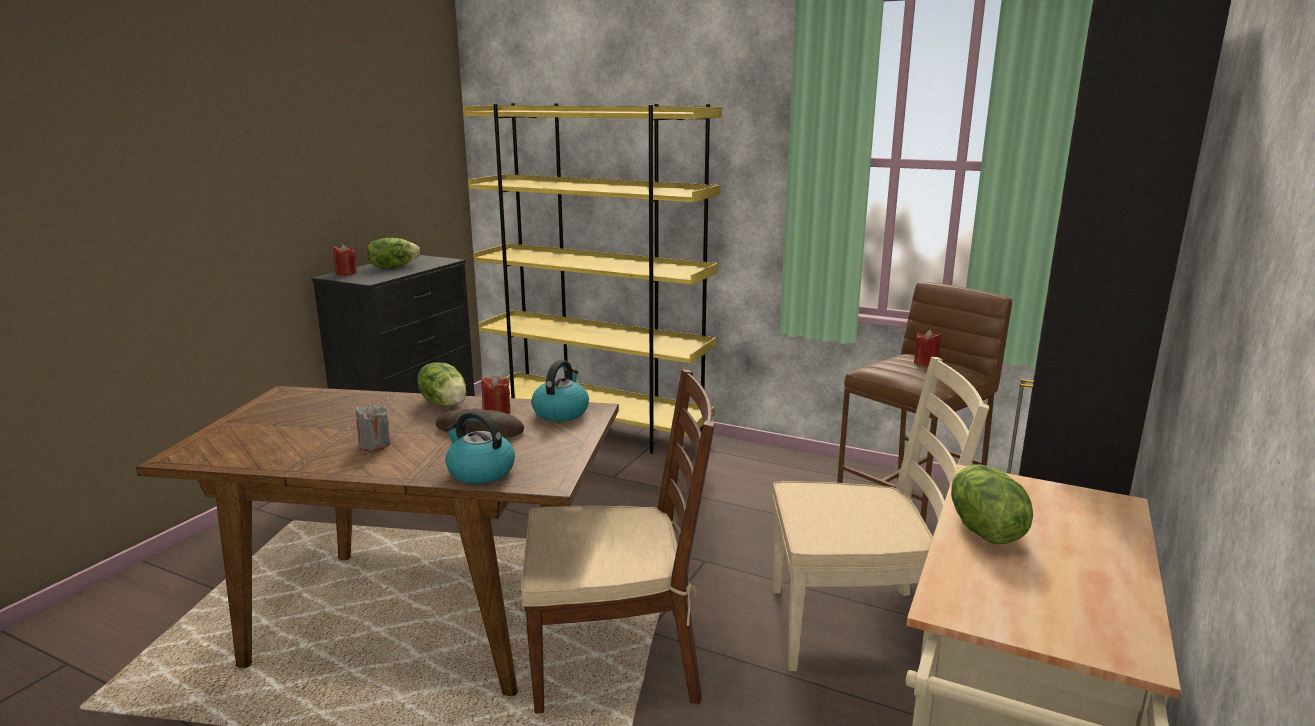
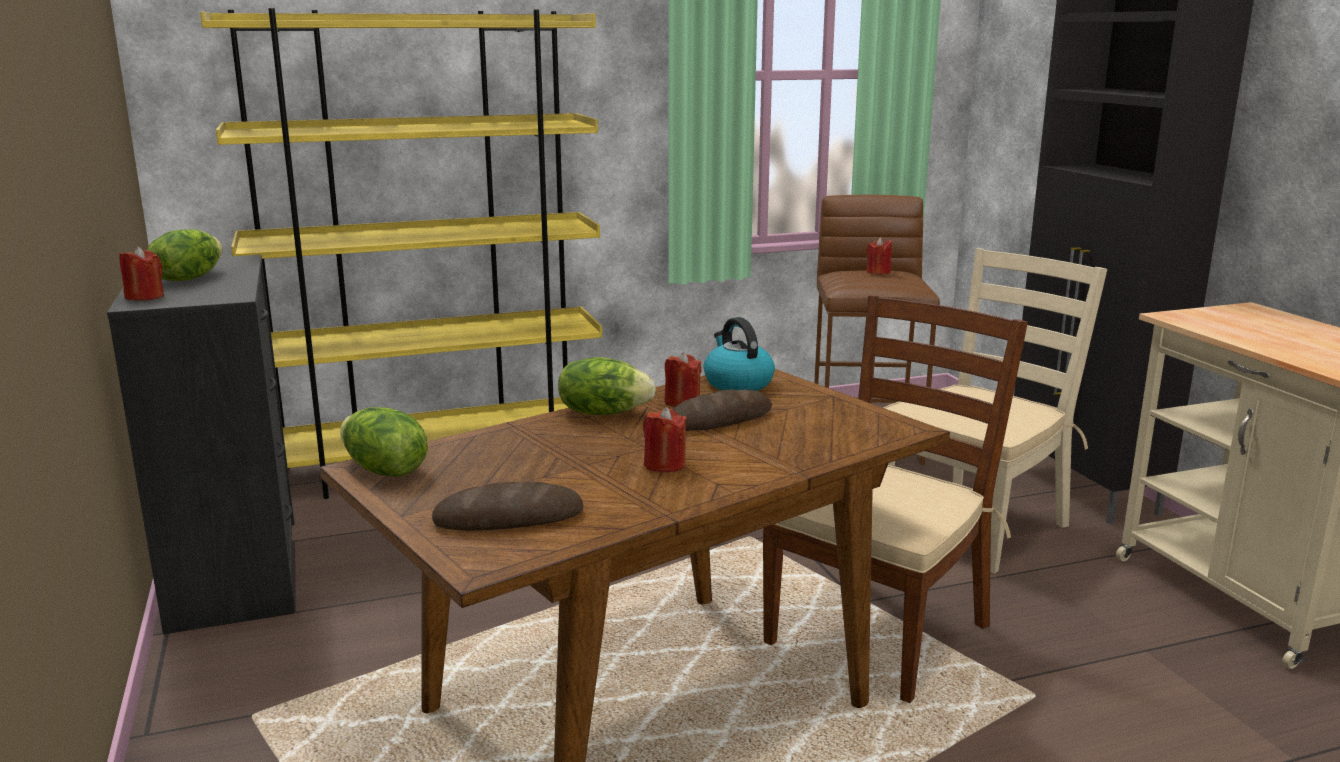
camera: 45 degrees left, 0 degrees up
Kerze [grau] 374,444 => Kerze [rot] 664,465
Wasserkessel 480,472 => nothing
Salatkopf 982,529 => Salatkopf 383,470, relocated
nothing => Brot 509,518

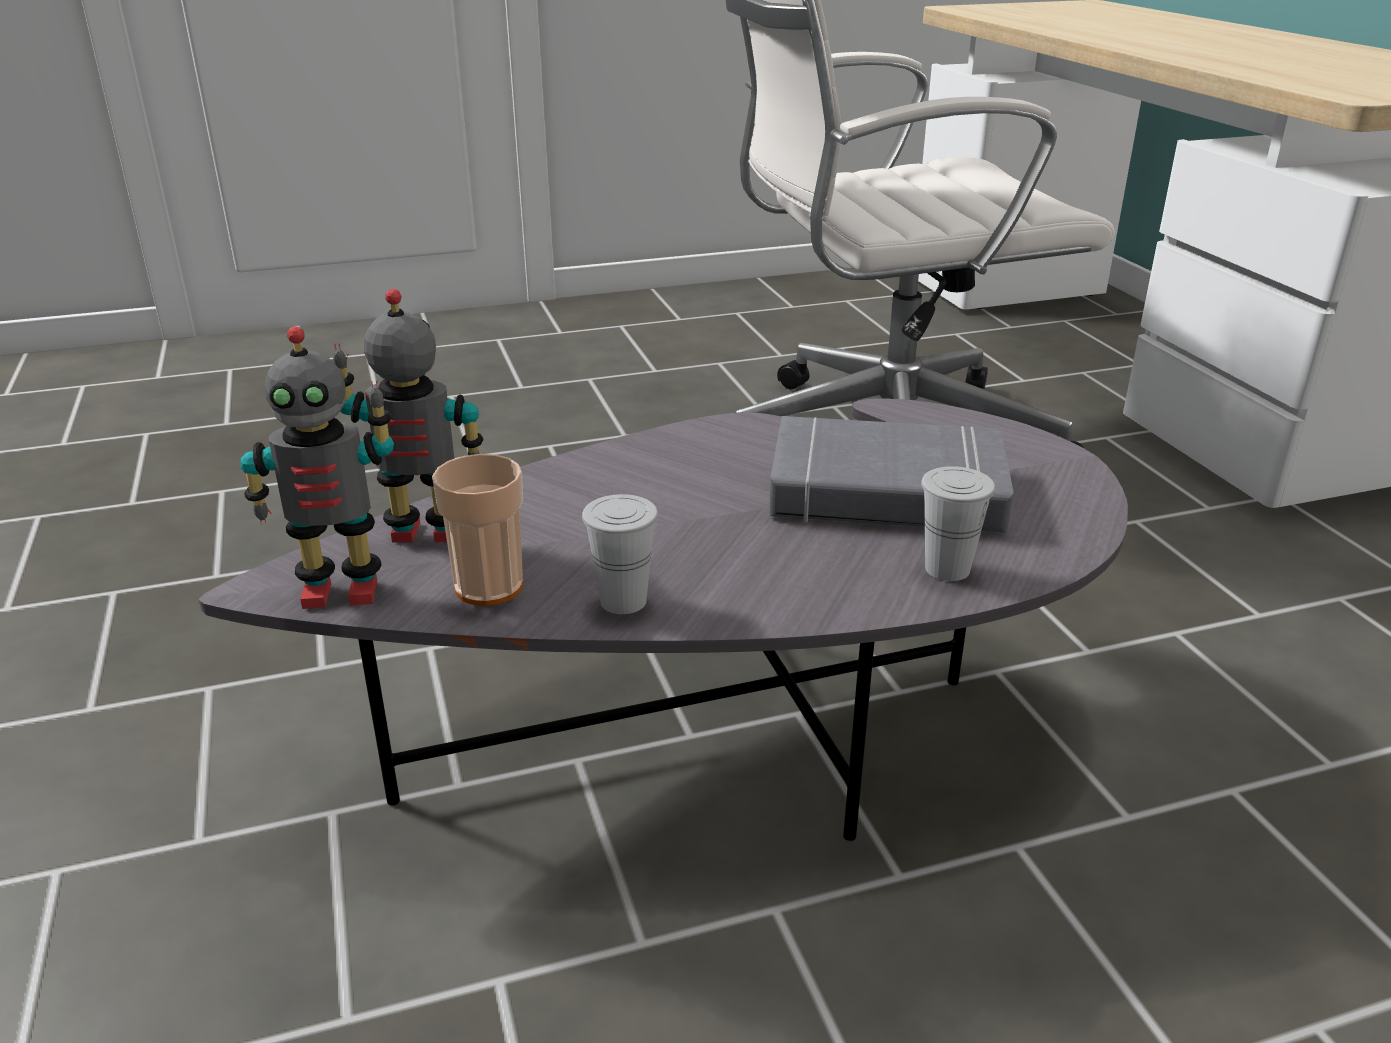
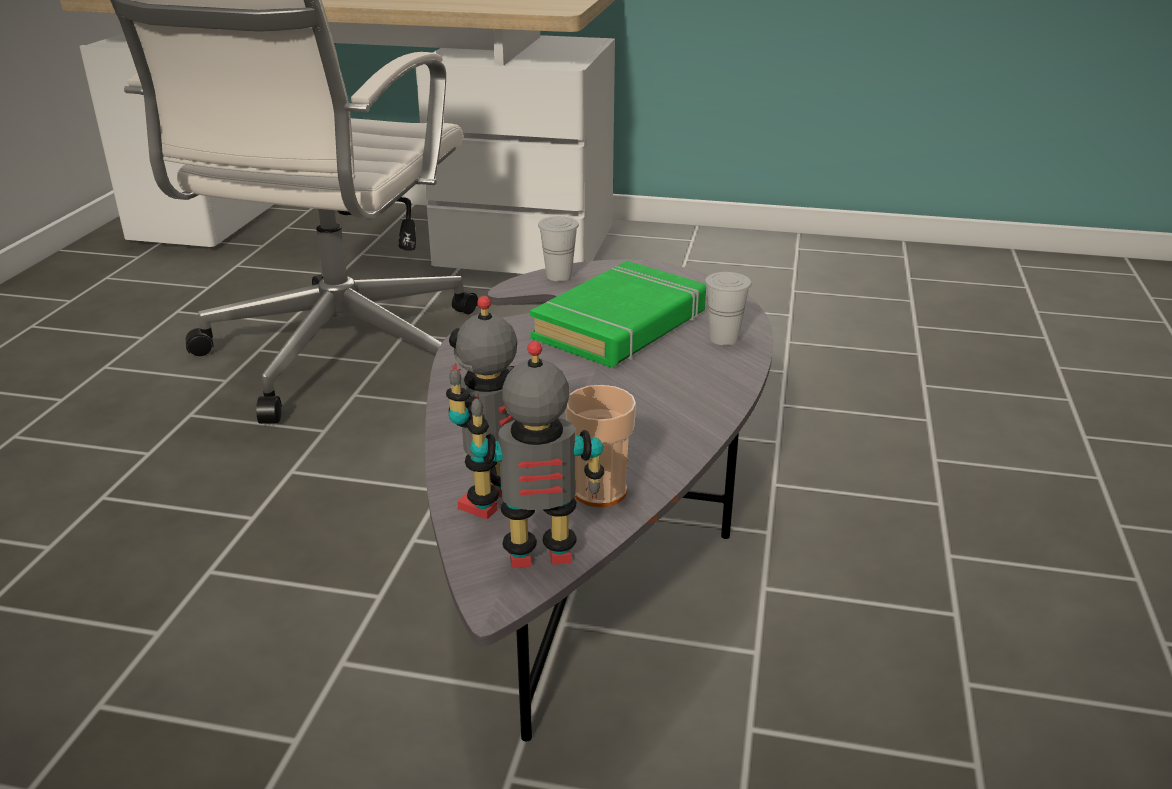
camera: 60 degrees left, 0 degrees up
Spielzeugroboter 341,590 => Spielzeugroboter 540,557, 120 degrees counterclockwise
Buch [grau] 886,492 => Buch [grün] 621,325
Tasse [weiß] 623,601 => Tasse [weiß] 559,276, relocated

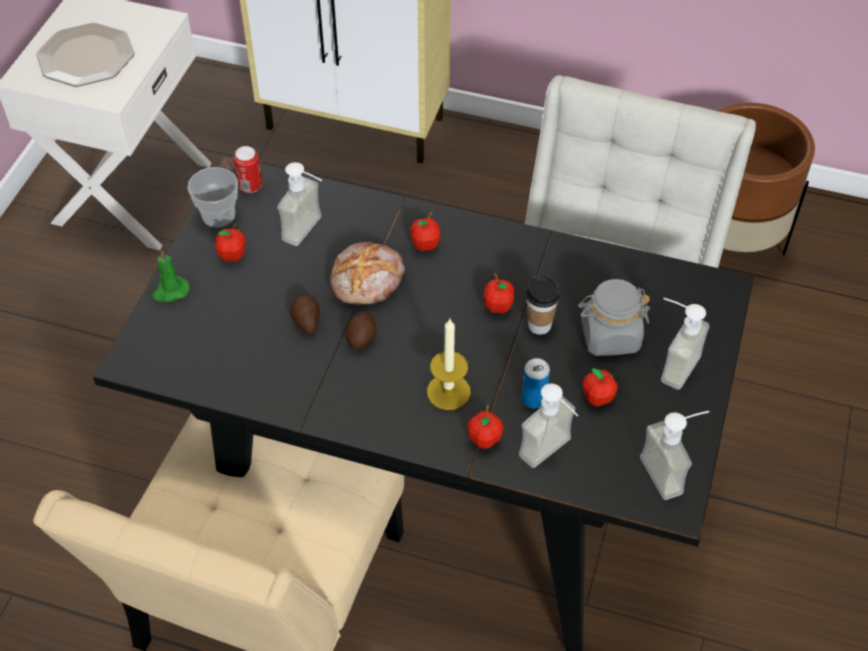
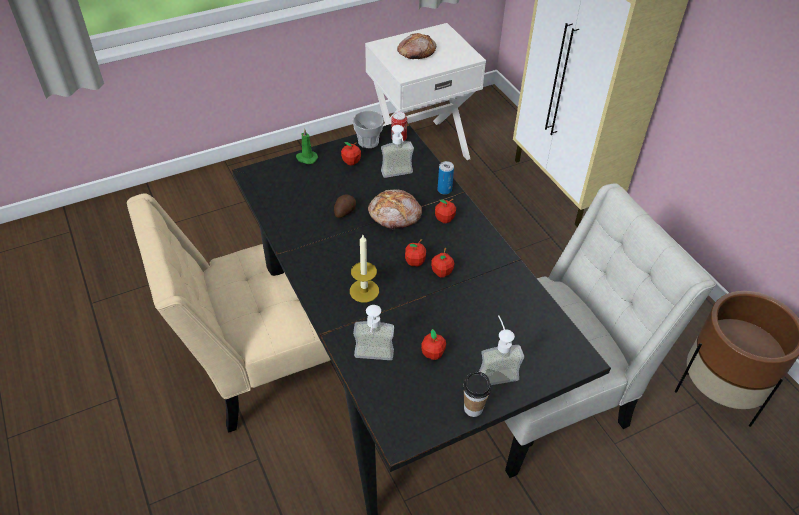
camera: 45 degrees right, 5 degrees down
Teller 85,57 => Brot 416,52
Tasse 539,325 => Tasse 473,408, relocated
Vorratsglas [grau] 609,336 => nothing
Kartoffel 362,337 => nothing
Dose 533,399 => Dose 444,190, relocated
Apfel 484,439 => Apfel 415,262, relocated
Seifenspender 671,472 => nothing

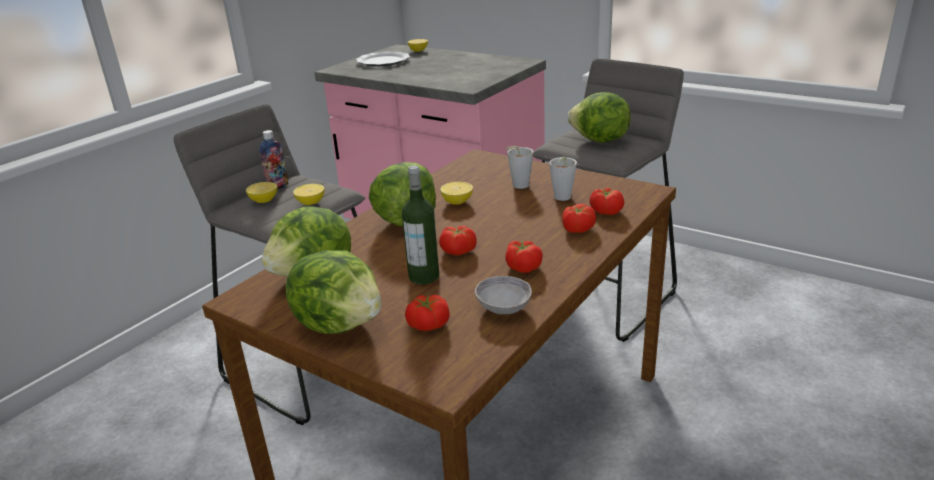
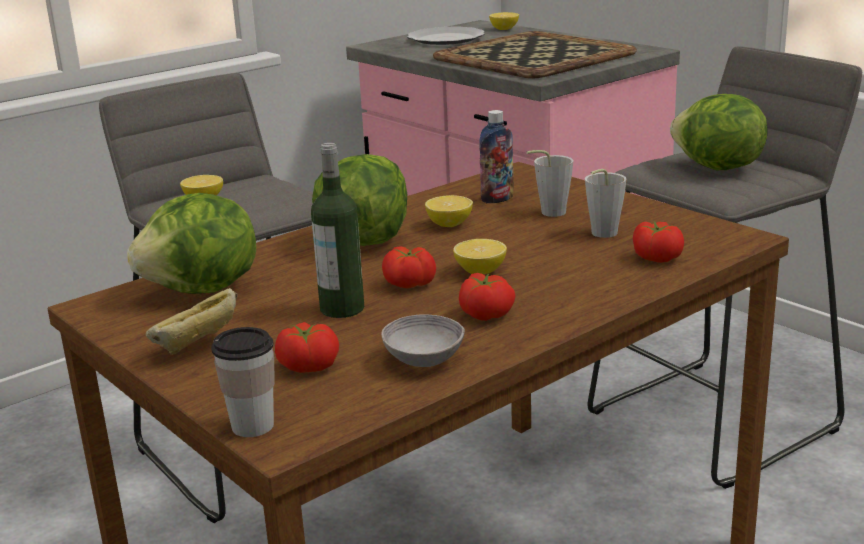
camera: 15 degrees right, 5 degrees down
Flasche 278,186 => Flasche 497,199, relocated
Zitrone 311,203 => Zitrone 480,272, relocated
Tomate 577,229 => nothing
Salatkopf 340,323 => Brot 198,349
nothing => Tablett 531,56
nothing => Tasse 252,426

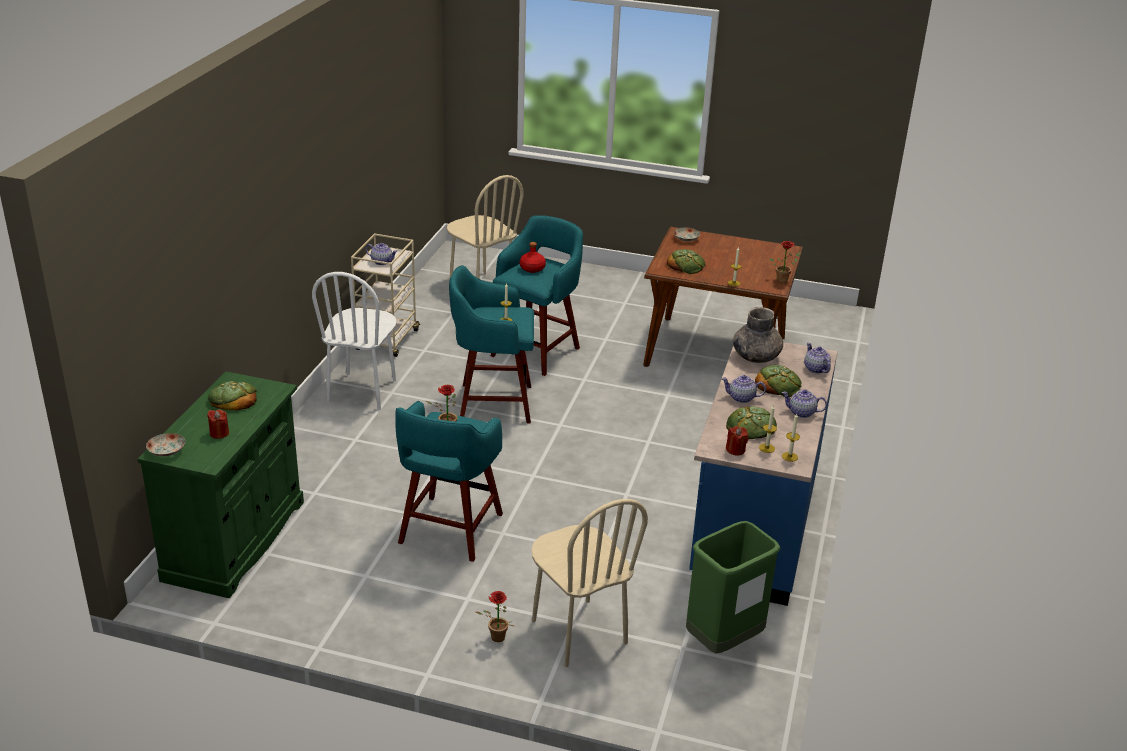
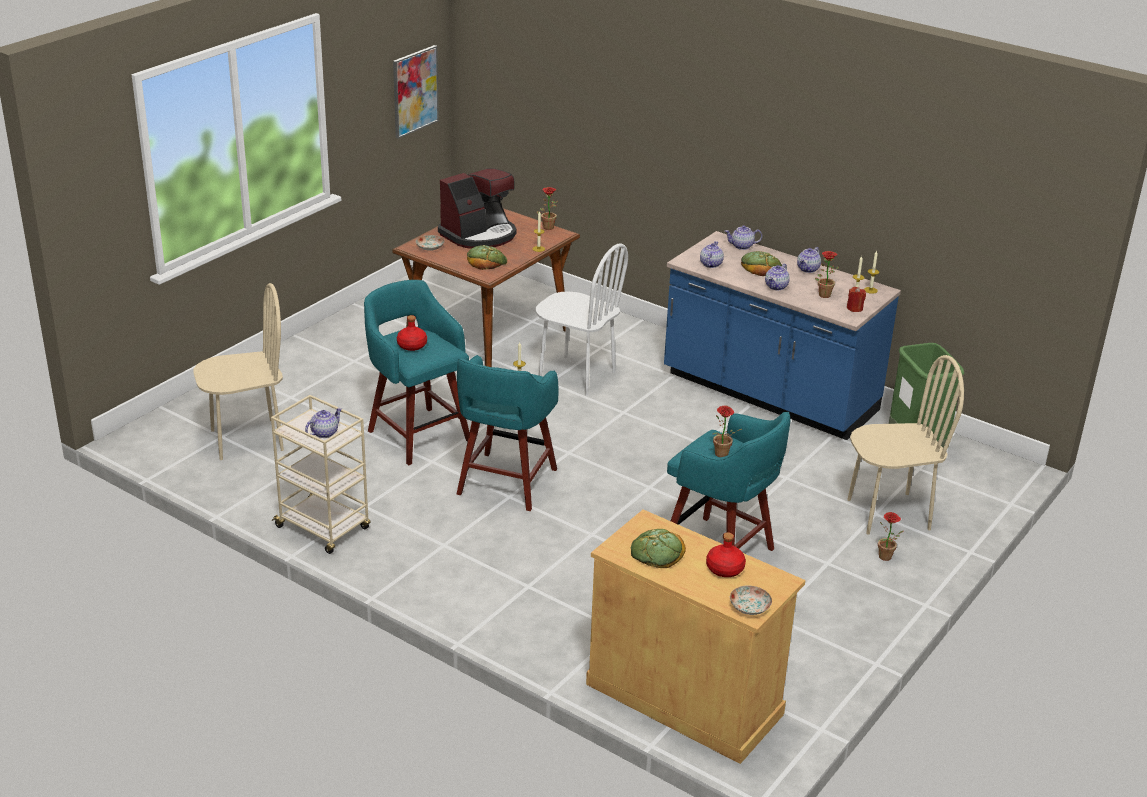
camera: 70 degrees left, 0 degrees up
Stuhl [weiß] 362,391 => Stuhl [weiß] 576,375, relocated
Vase [grau] 756,356 => Teekanne 710,264
Schrank [grün] 235,540 => Schrank [beige] 684,698
Brot 751,427 => Topfpflanze 823,294
Kerze [rot] 219,433 => Flasche [rot] 725,569
nothing => Bild 415,91
nothing => Kaffeemaschine 479,235

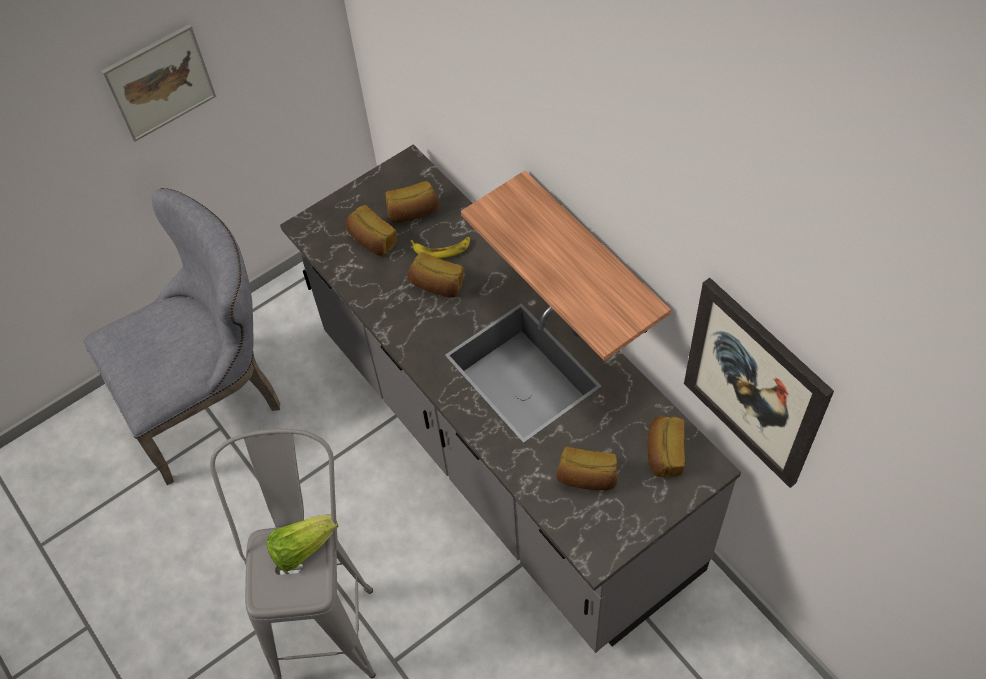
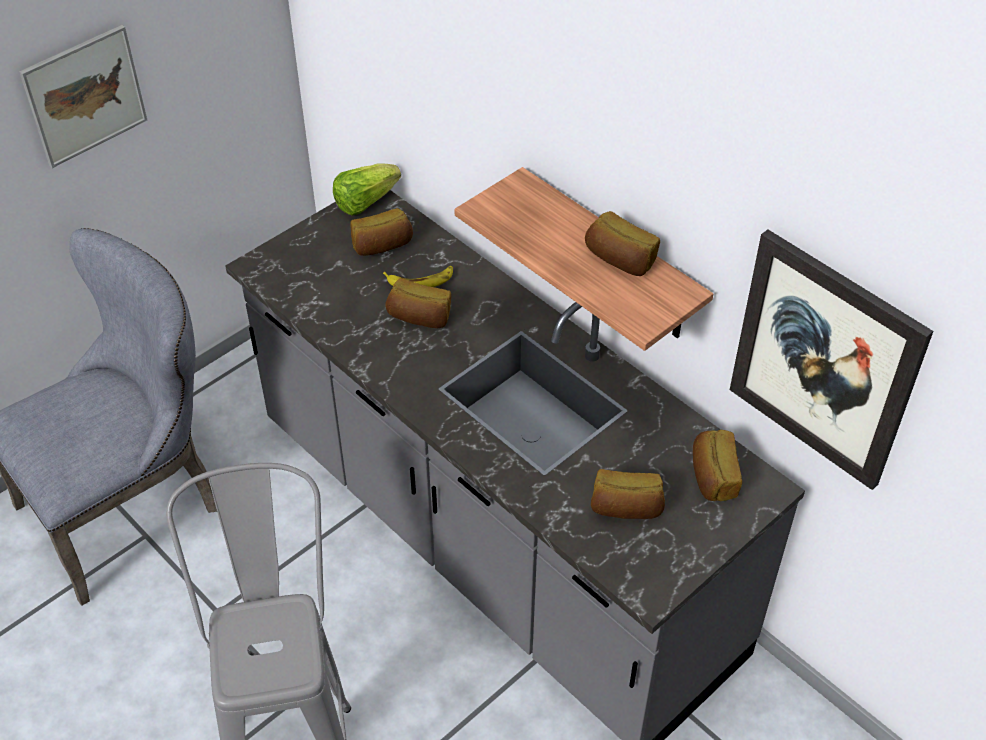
camera: 10 degrees left, 10 degrees down
Brot 372,240 => Brot 620,260, relocated
Salatkopf 302,548 => Salatkopf 365,202, relocated

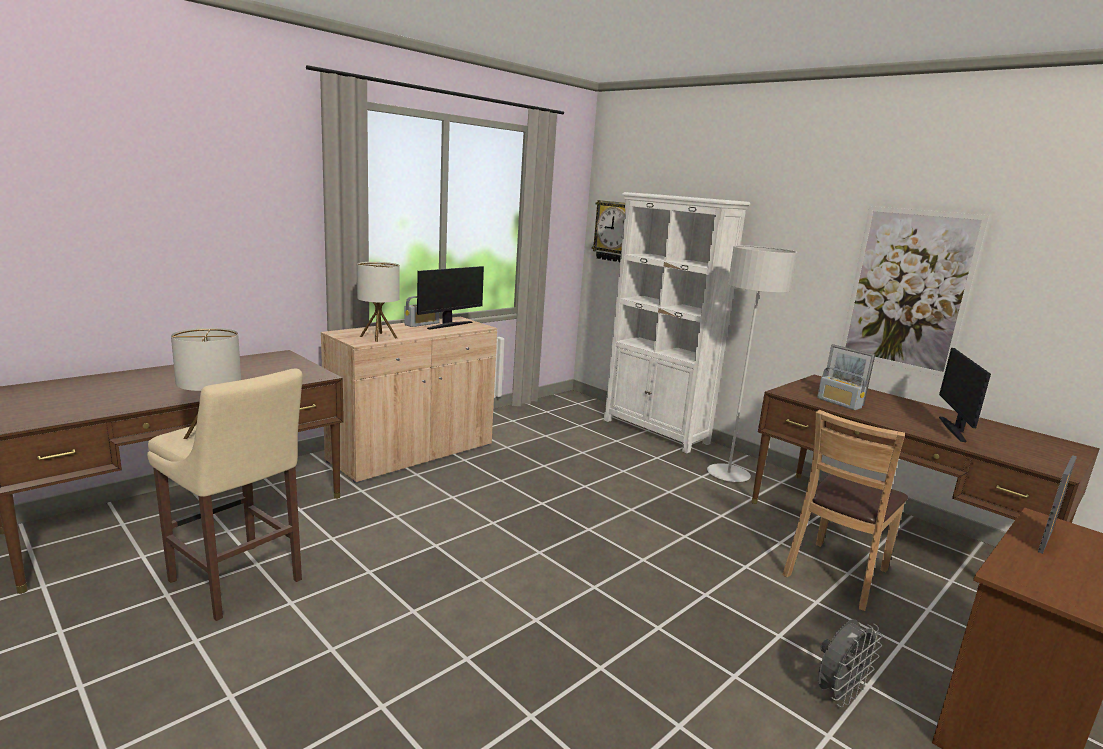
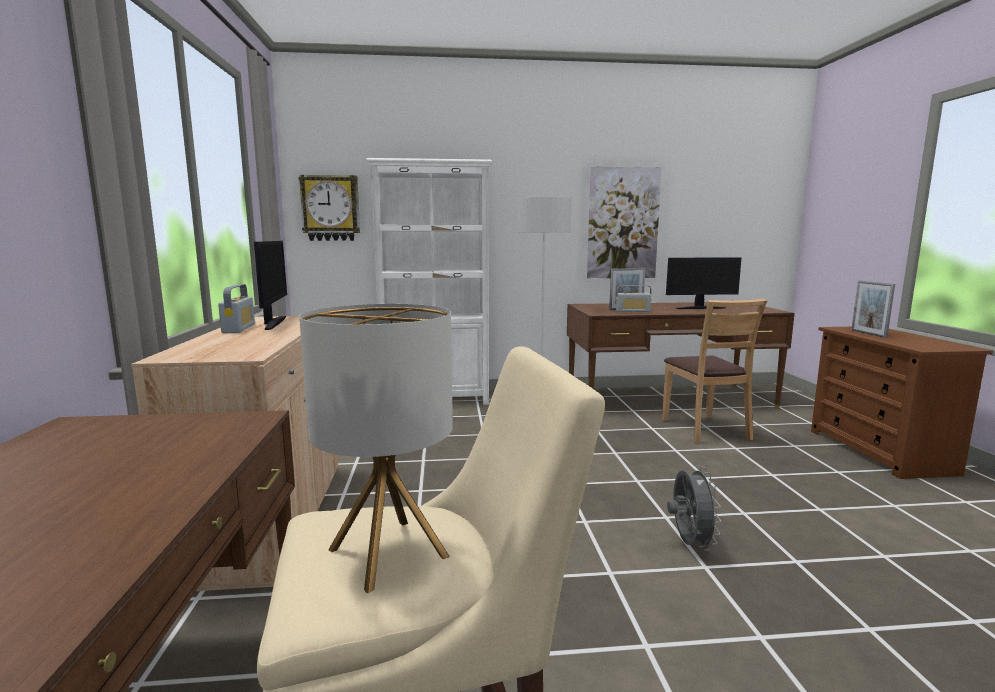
camera: 50 degrees left, 5 degrees down
Tischlampe 378,337 => nothing
Monitor 954,429 => Monitor 700,308, 60 degrees counterclockwise
Ventilator [grau] 838,694 => Ventilator [grau] 689,543, relocated

